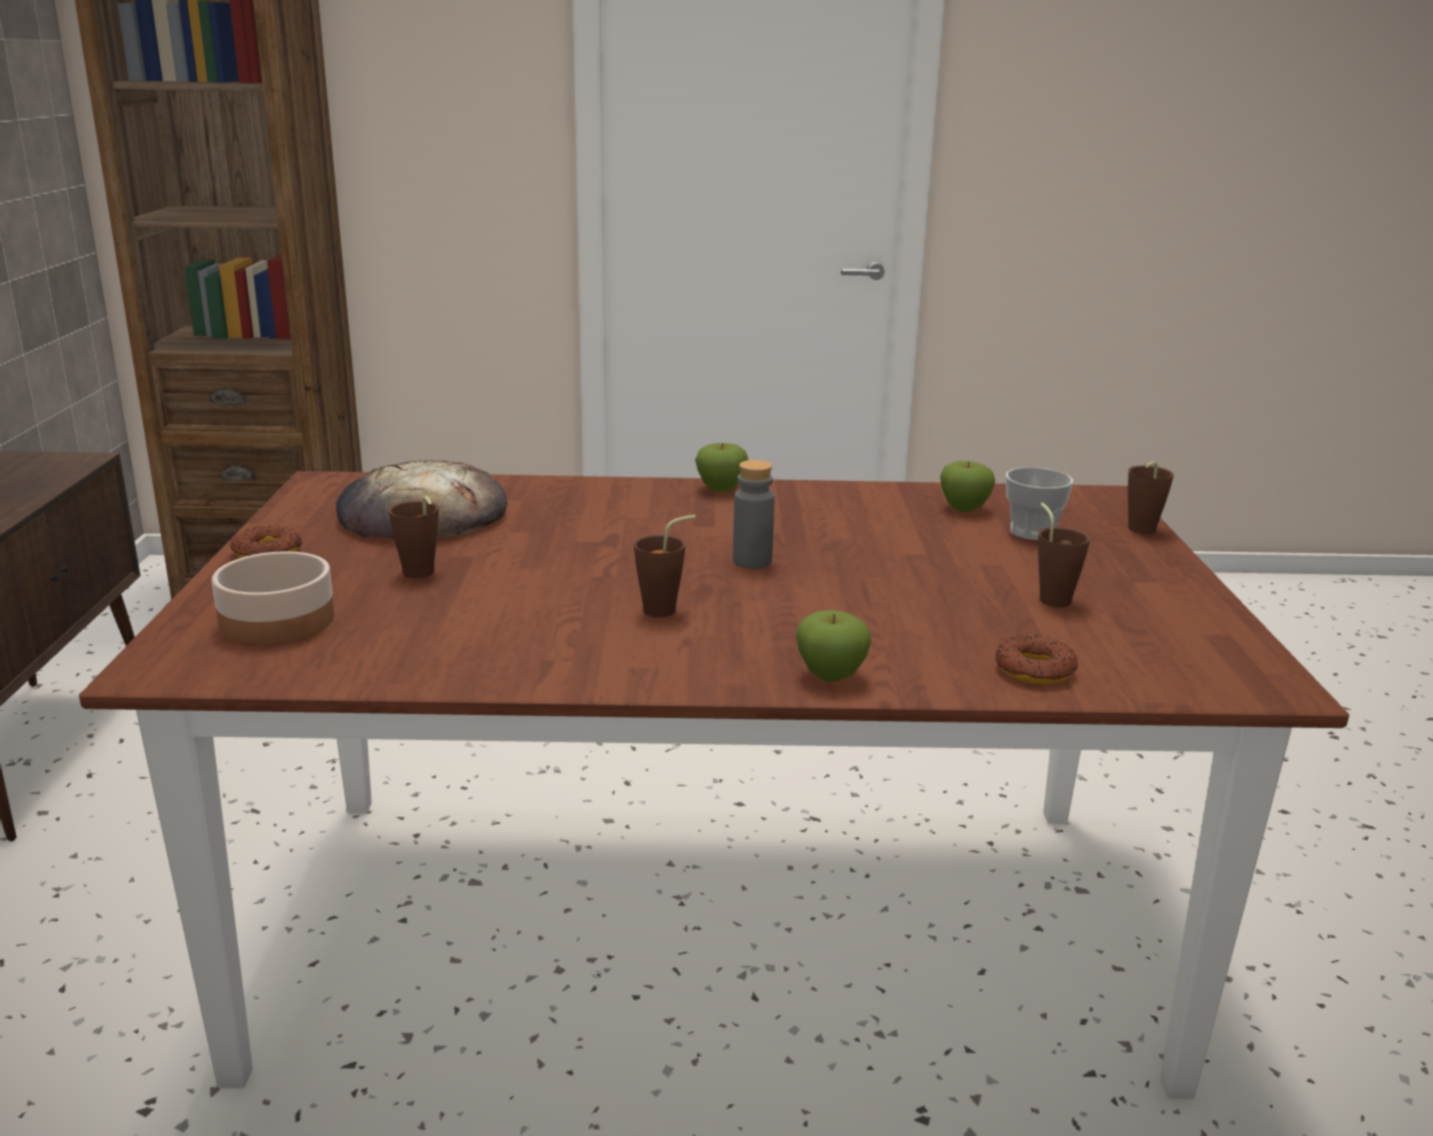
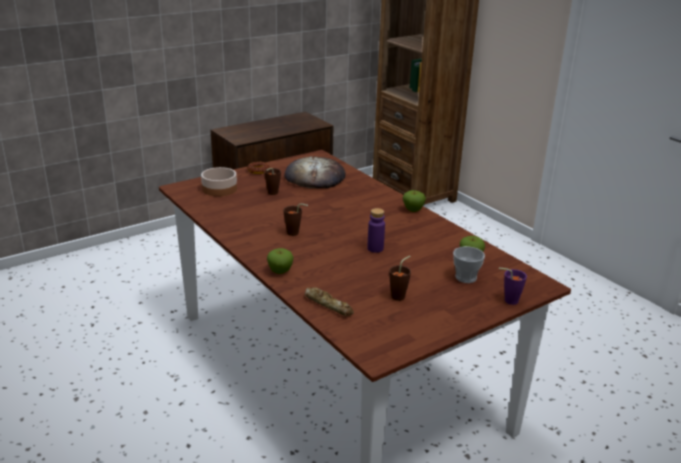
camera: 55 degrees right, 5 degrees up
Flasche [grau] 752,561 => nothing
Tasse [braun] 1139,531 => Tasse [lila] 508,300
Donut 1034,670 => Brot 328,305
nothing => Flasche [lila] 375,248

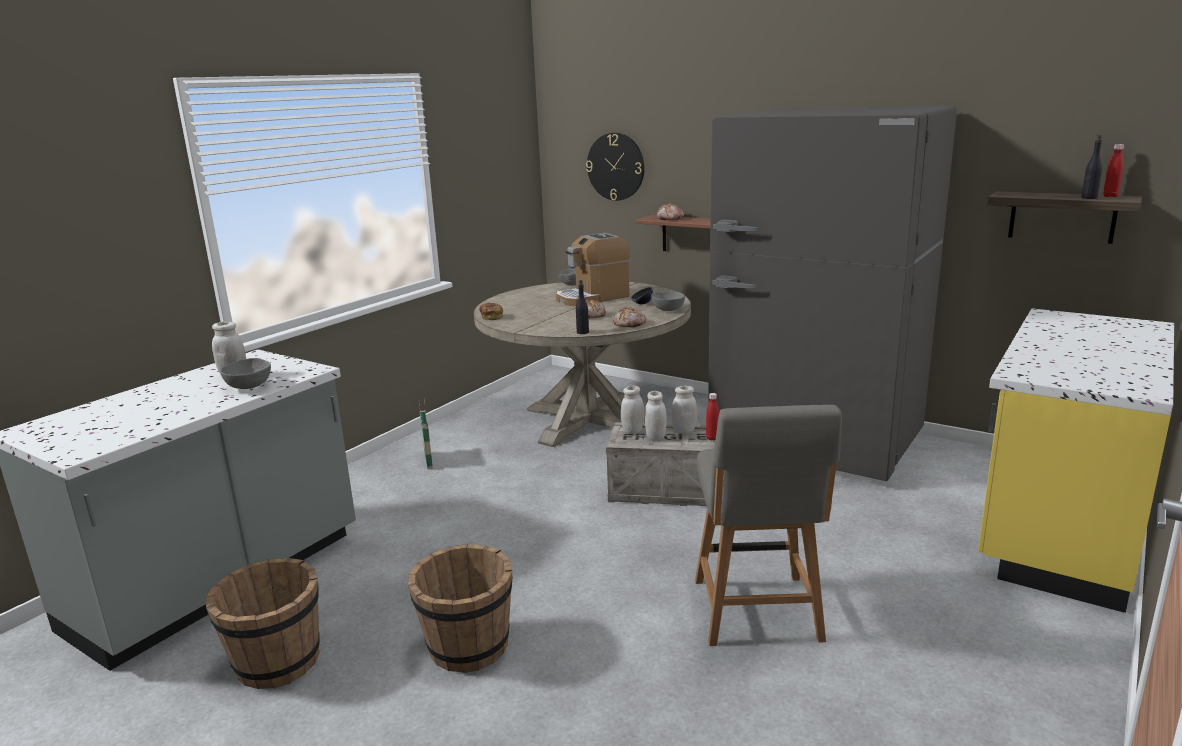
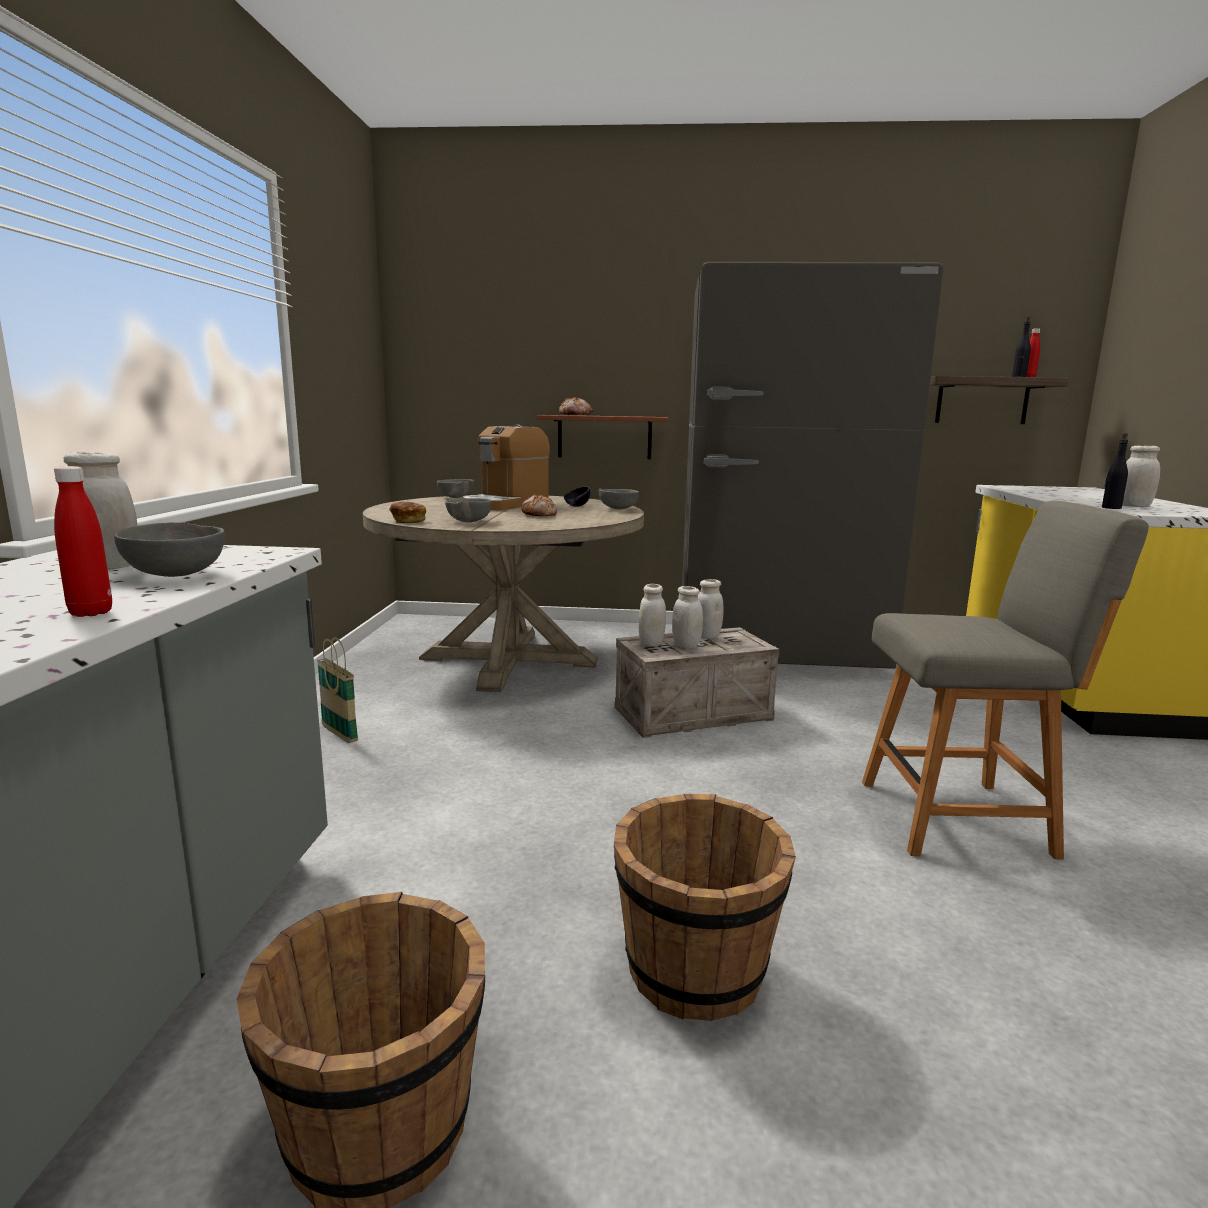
camera: 30 degrees left, 5 degrees down
Wanduhr 615,166 => nothing
Flasche [schwarz] 582,332 => Flasche [schwarz] 1111,508, relocated
Brot 630,324 => nothing
Flasche [rot] 712,438 => Flasche [rot] 91,613, relocated
Stuhl [grau] 757,613 => Stuhl [grau] 961,817, 60 degrees counterclockwise
nothing => Vorratsglas [weiß] 1134,506
nothing => Schüssel [grau] 468,522

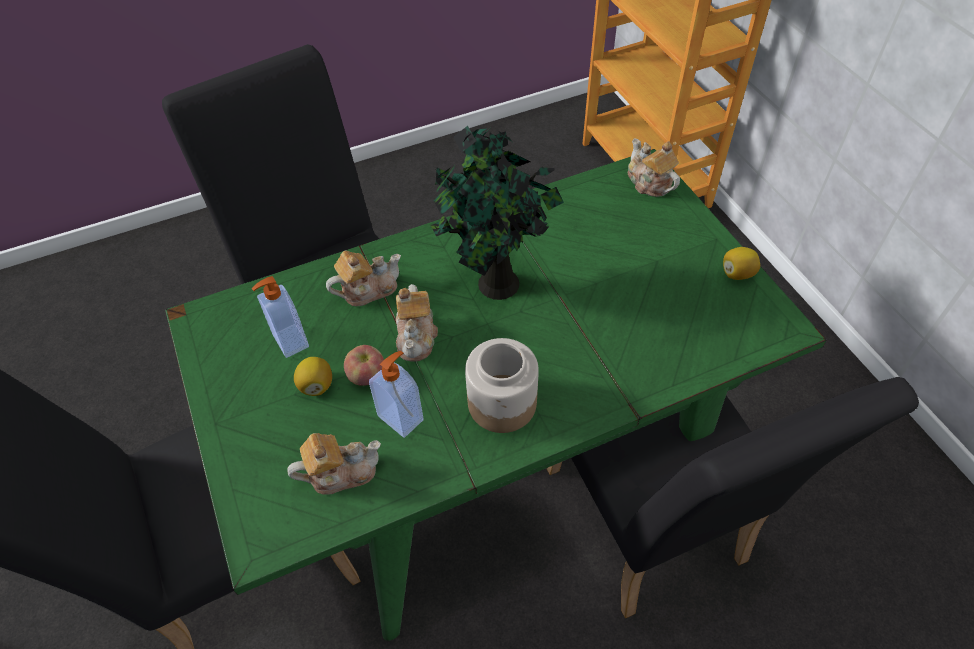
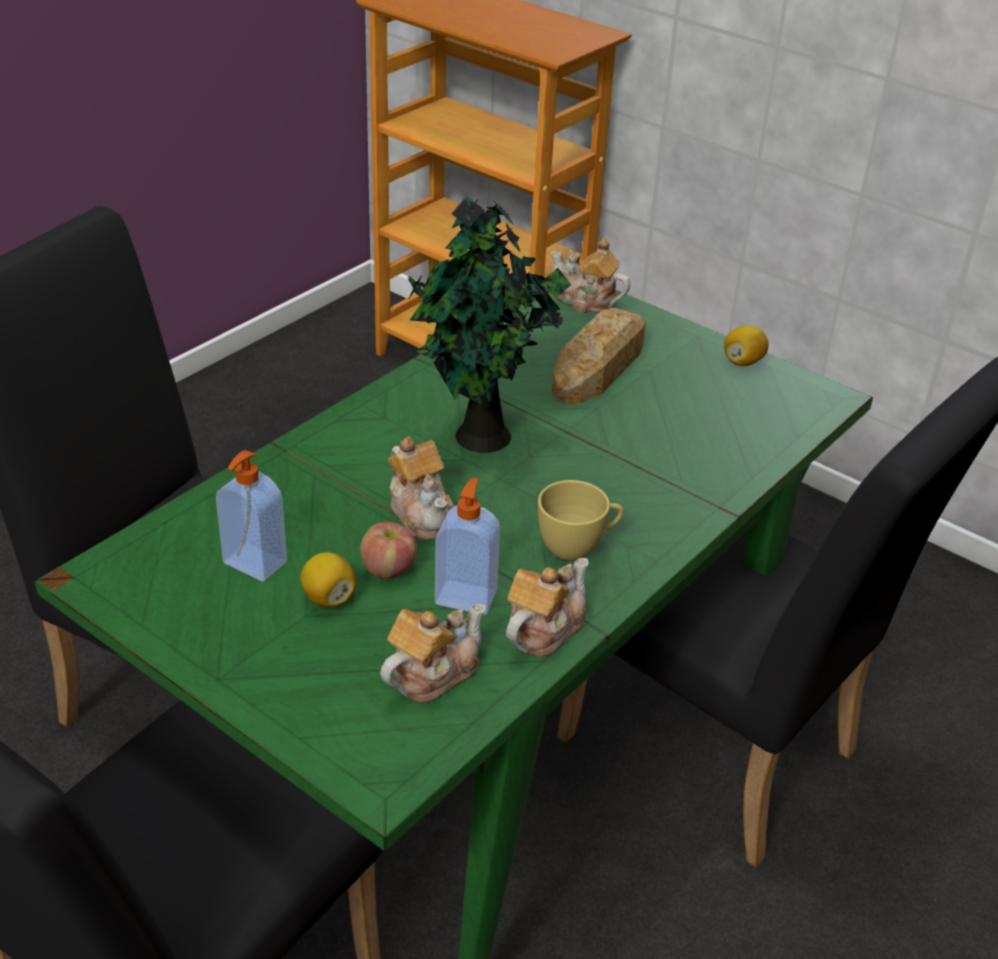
camera: 30 degrees left, 15 degrees down
Teekanne 367,289 => Teekanne 543,629, relocated
Vorratsglas 503,403 => Tasse [gelb] 578,547
nothing => Brot 600,365

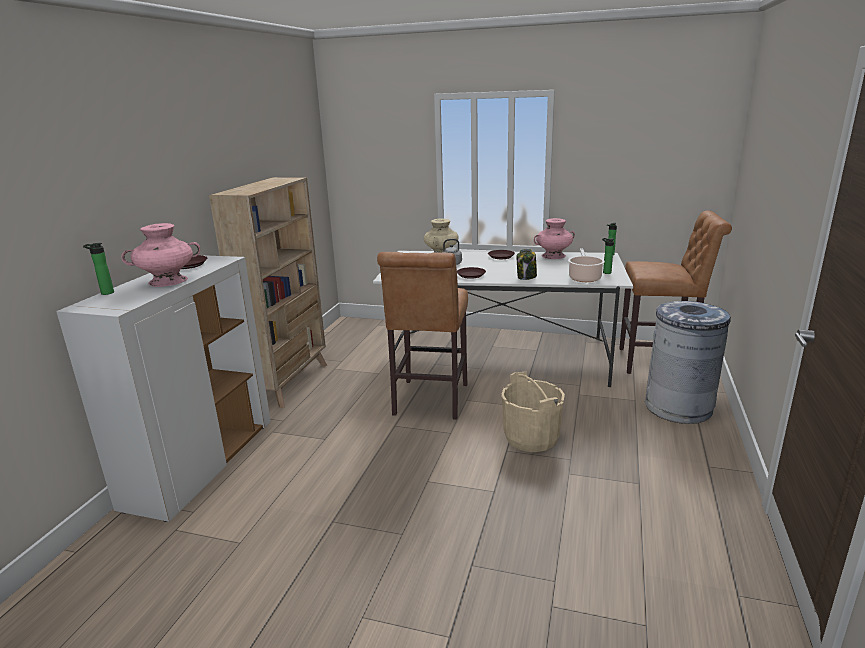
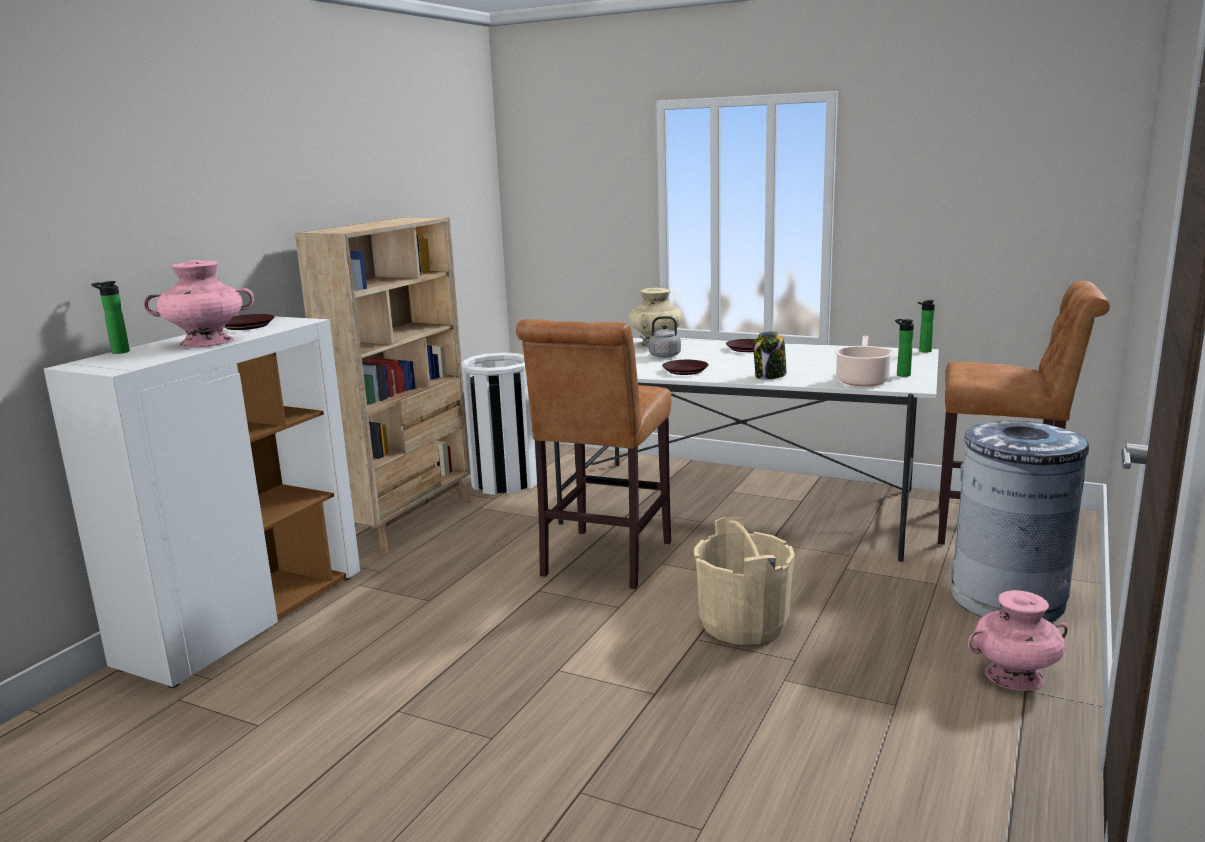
camera: 10 degrees right, 5 degrees down
Vase [rosa] 553,256 => Vase [rosa] 1014,676, relocated
nothing => Mülleimer [weiß] 505,482

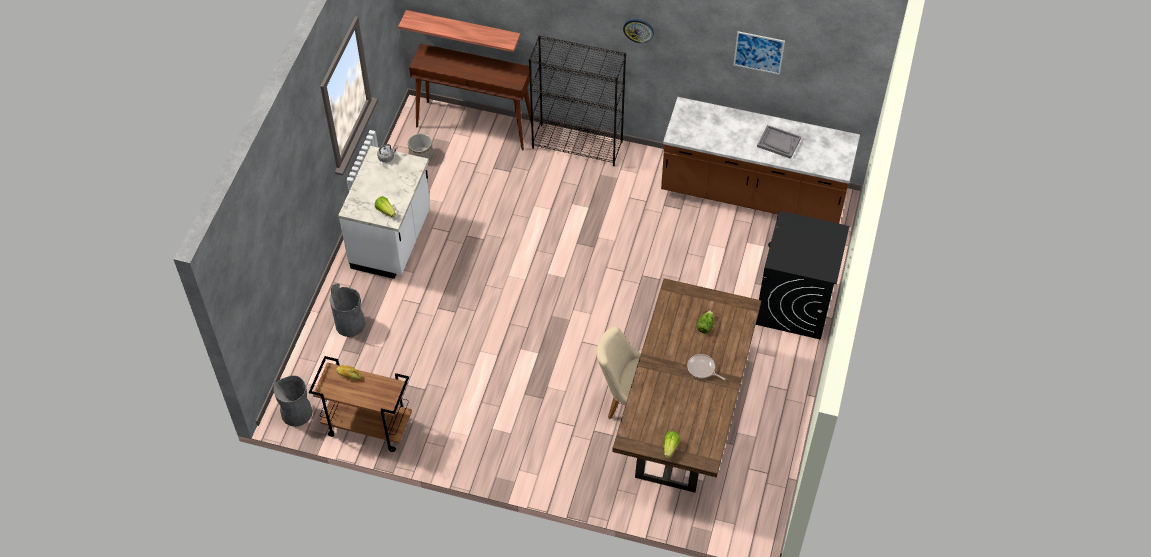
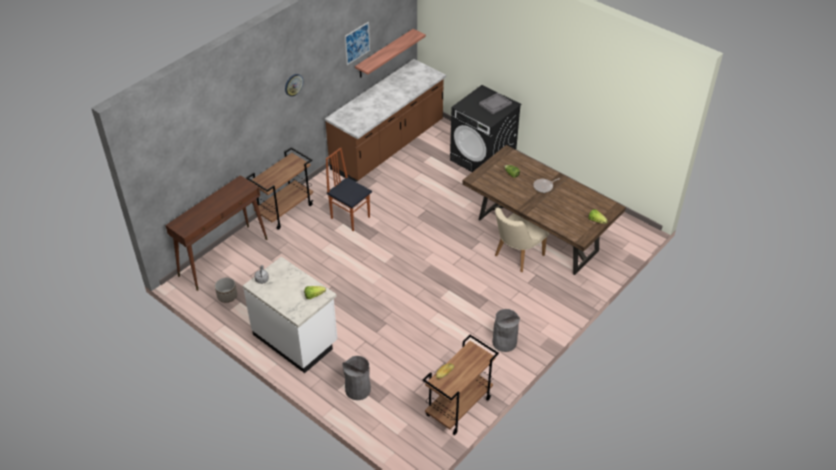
camera: 65 degrees left, 10 degrees down
Wandregal 463,29 => Wandregal 384,54, relocated
Bücherregal [schwarz] 578,145 => Rollwagen [braun] 285,210
Tablett [grau] 778,142 => Tablett [grau] 495,104, relocated
Mülleimer [grau] 296,413 => Mülleimer [grau] 504,342, relocated
nothing => Stuhl 350,217

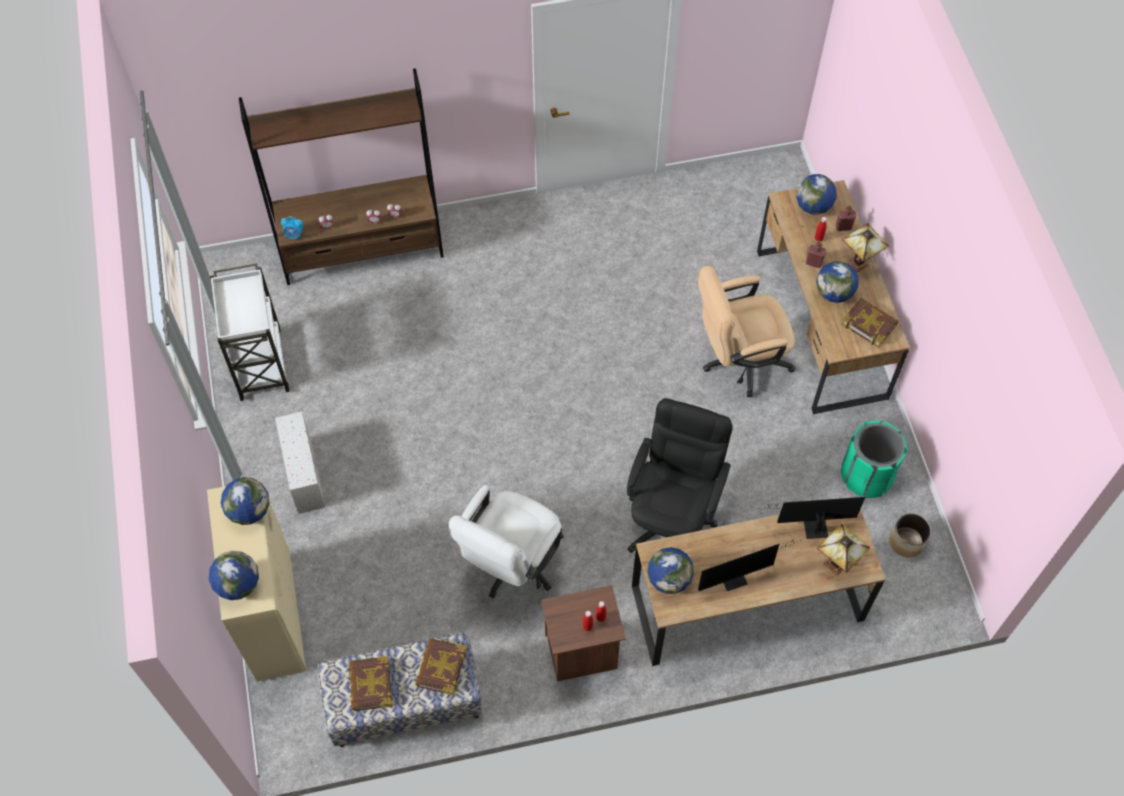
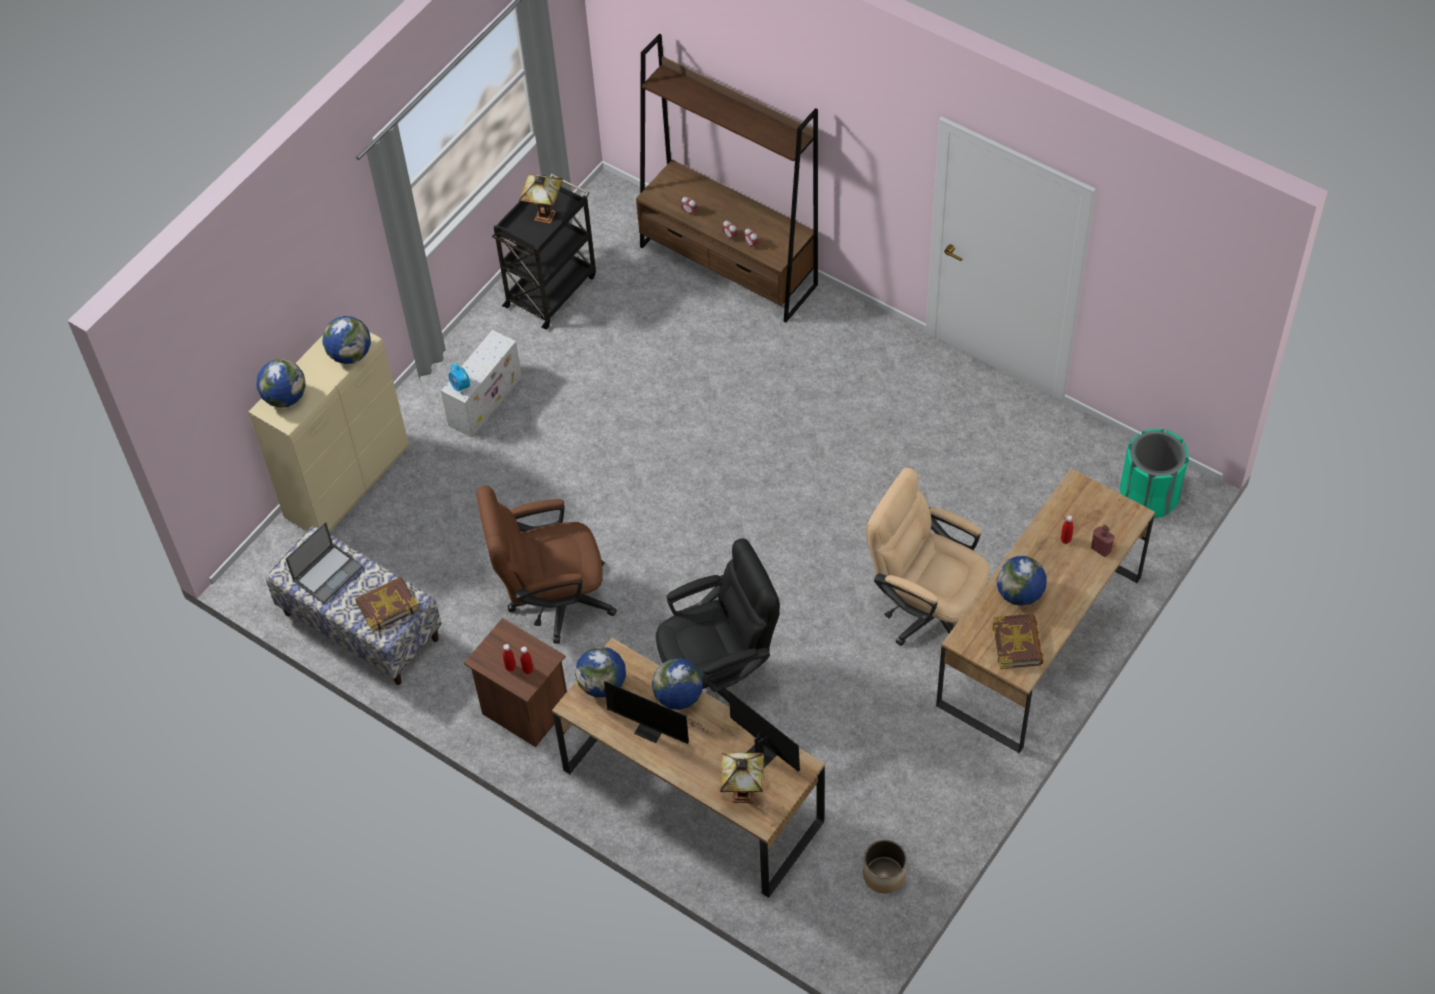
camera: 50 degrees right, 5 degrees down
Globus 813,206 => Globus 678,697, relocated
Wecker 294,235 => Wecker 460,386, relocated
Tischlampe 860,264 => Tischlampe 545,217, relocated
Flasche [rot] 813,263 => nothing
Rollwagen [weiß] 260,362 => Rollwagen [schwarz] 551,290
Mülleimer [grün] 866,475 => Mülleimer [grün] 1148,496, relocated
Bürostuhl [weiß] 511,565 => Bürostuhl [braun] 552,600
Buch 370,685 => Laptop 328,573

